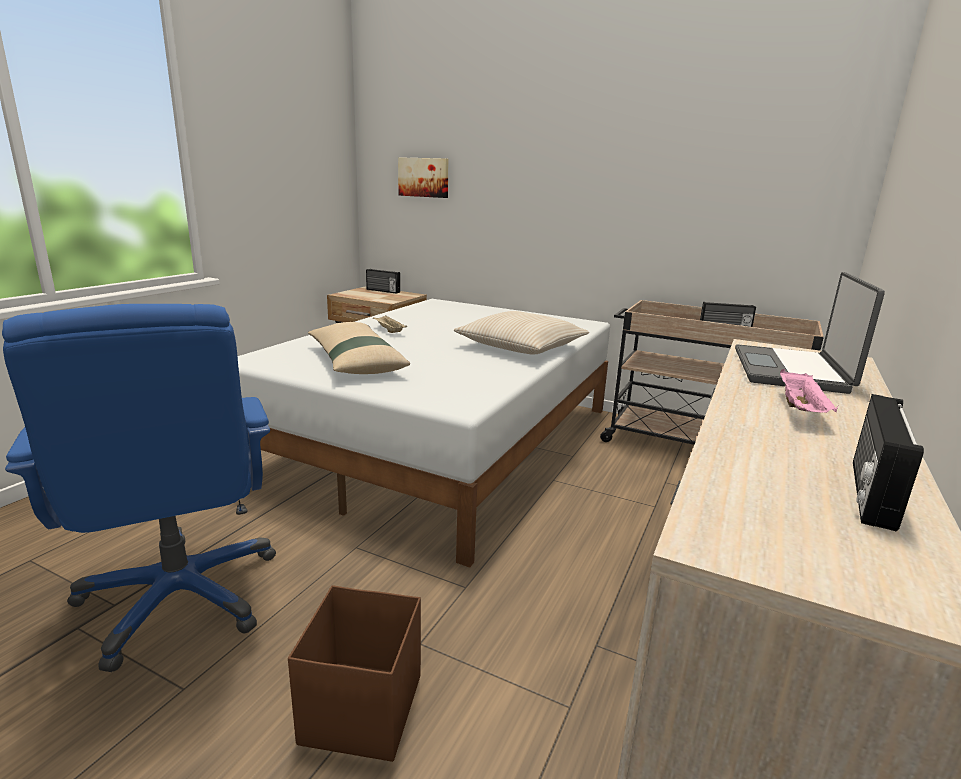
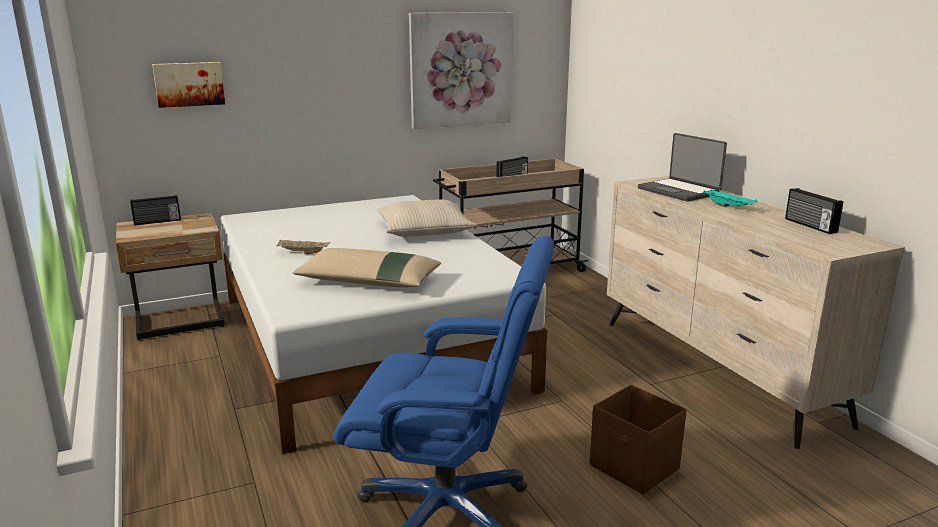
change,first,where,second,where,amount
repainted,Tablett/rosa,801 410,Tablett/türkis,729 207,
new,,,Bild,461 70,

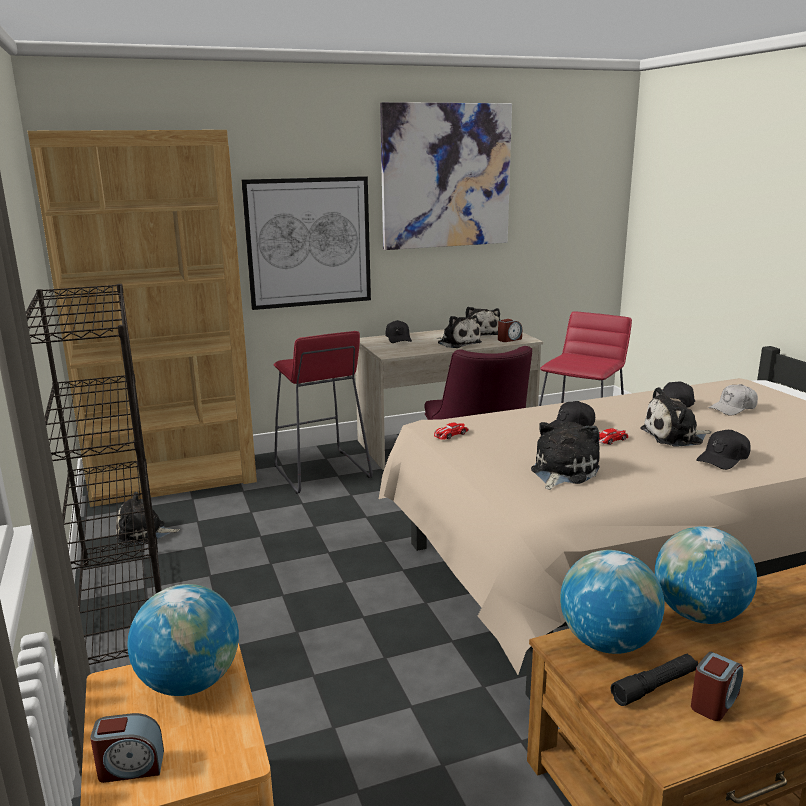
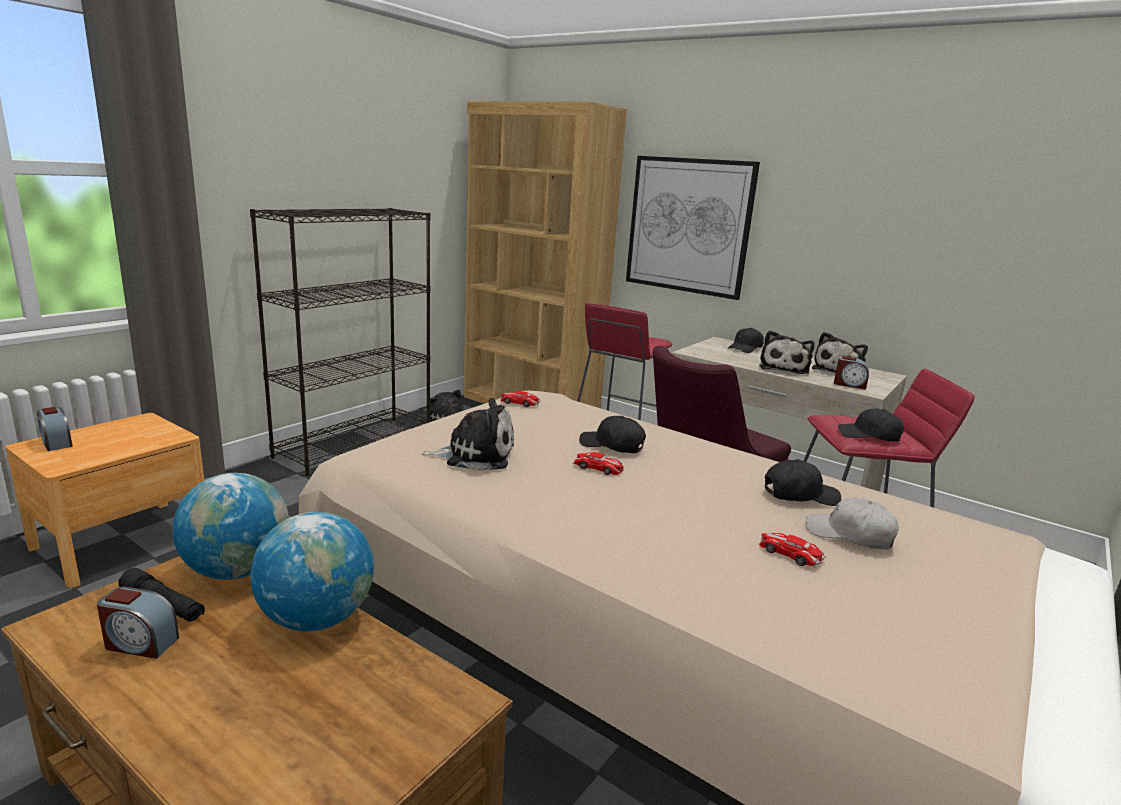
change,first,where,second,where,amount
gone,Globus,190 682,,,
gone,Bild,446 176,,,
gone,Plüschtier,675 436,,,
shifted,Kappe/schwarz,723 459,,869 435,
new,,,Spielzeugauto,790 554,

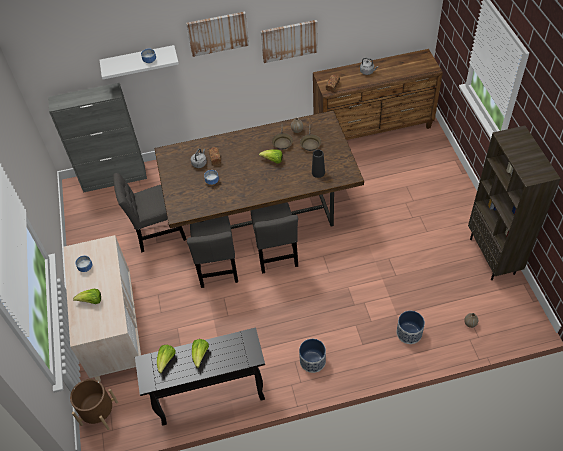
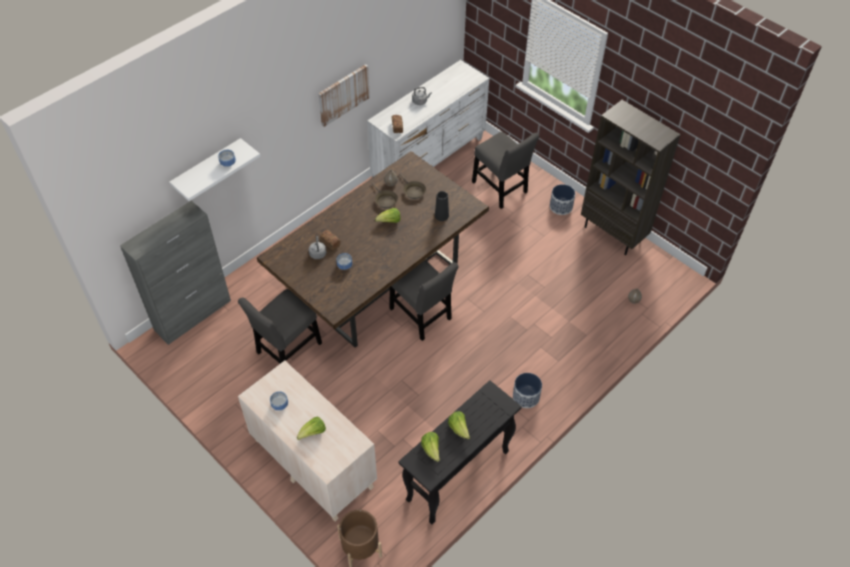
change,first,where,second,where,amount
gone,Bild,218 33,,,
shifted,Stuhl/grau,217 268,,501 189,
repainted,Kommode/braun,373 129,Kommode/weiß,429 159,
shifted,Pflanzkübel,409 333,,561 206,

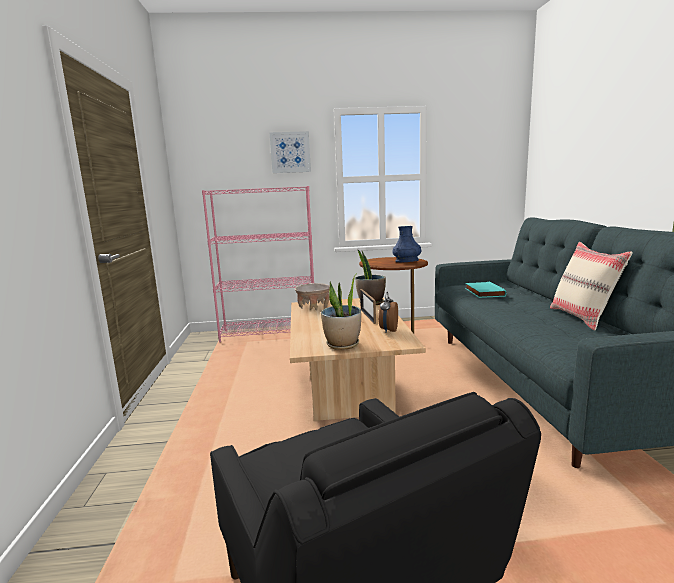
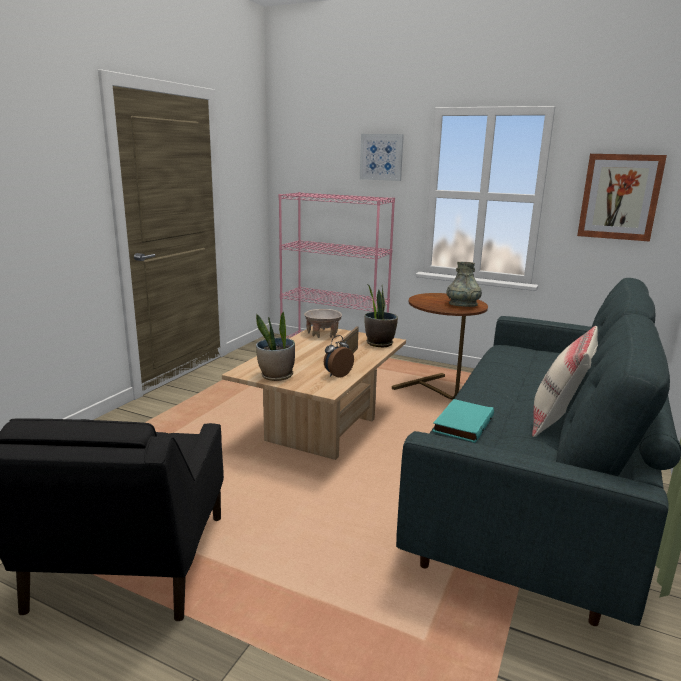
change,first,where,second,where,amount
repainted,Vase/blau,407 261,Vase/grau,463 305,
shifted,Buch/türkis,483 292,,462 423,
new,,,Bild,619 197,

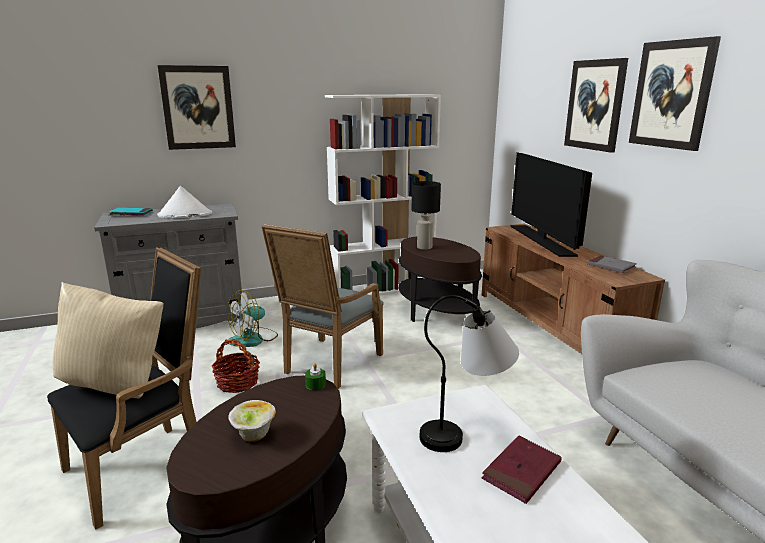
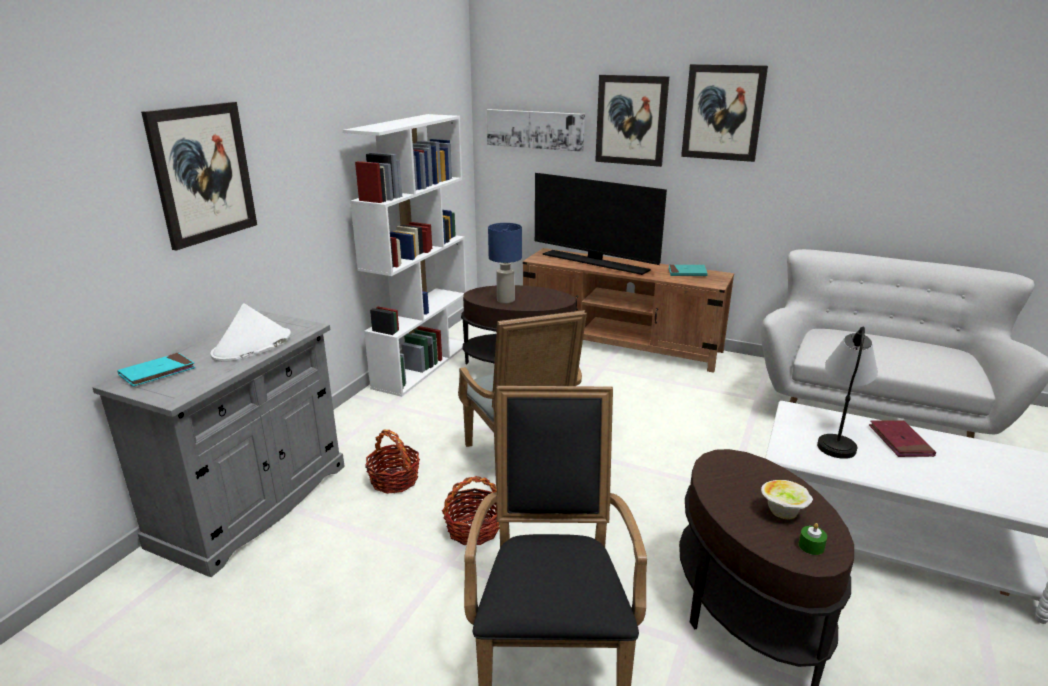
change,first,where,second,where,amount
gone,Kissen/beige,116 385,,,
swapped,Ventilator,253 339,Korb,394 480,
shifted,Kerze/grün,315 384,,811 546,
repainted,Tischlampe/schwarz,425 247,Tischlampe/blau,506 300,
repainted,Buch/grau,611 266,Buch/türkis,687 272,
new,,,Bild,535 129,

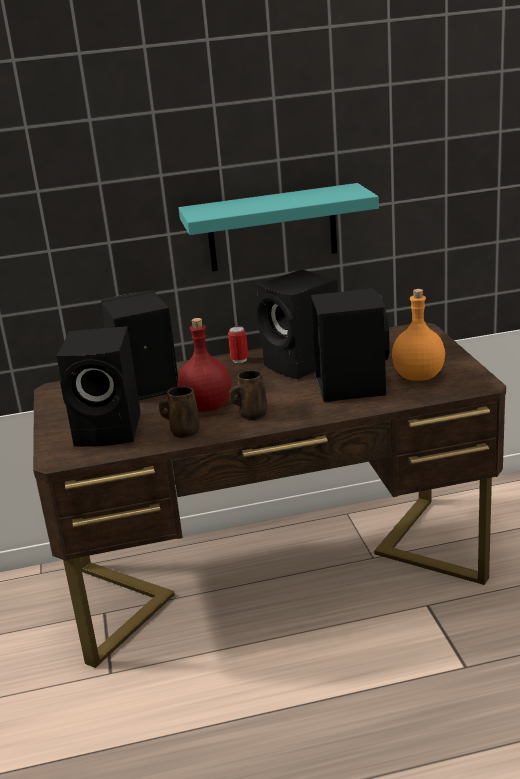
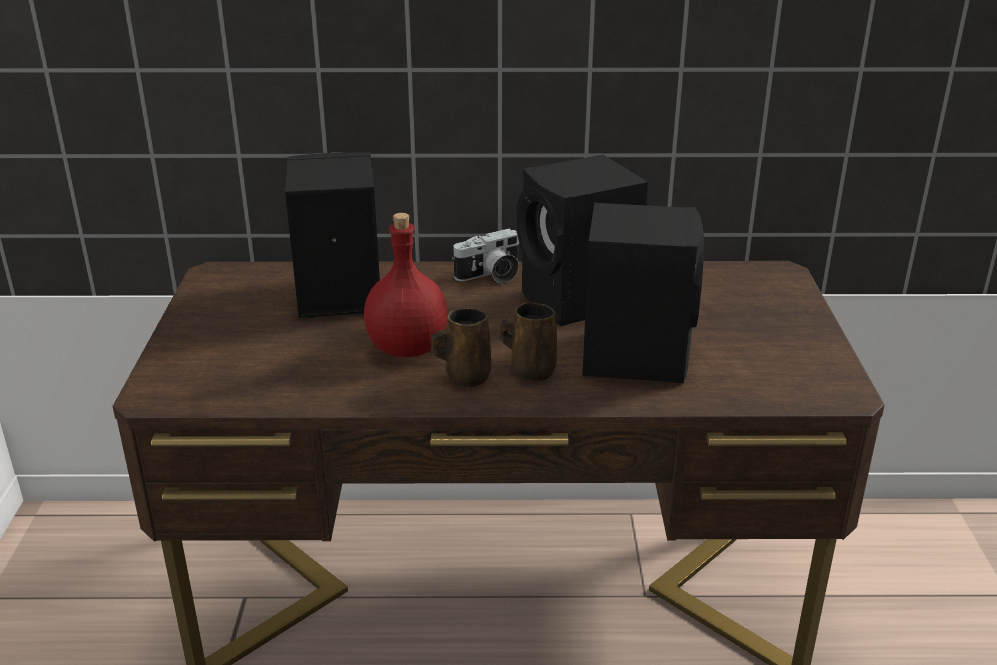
change,first,where,second,where,amount
gone,Lautsprecher/schwarz,111 430,,,
shifted,Henkelbecher/braun,183 432,,530 370,
gone,Wandregal/türkis,272 228,,,
swapped,Dose,239 360,Kamera,491 276,
gone,Flasche/orange,419 377,,,

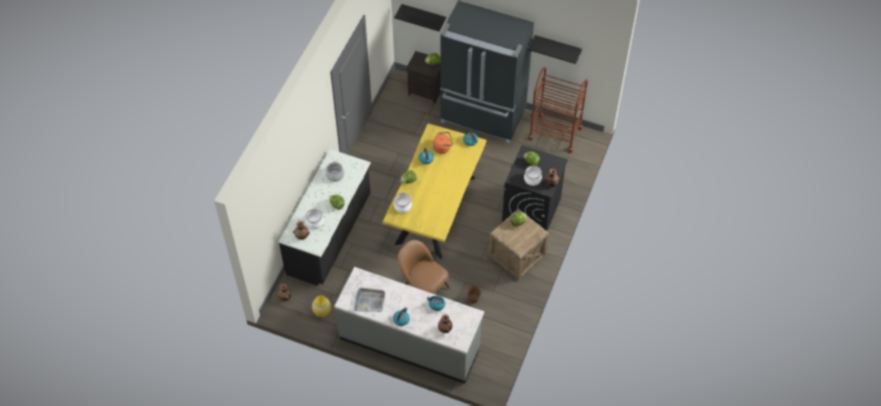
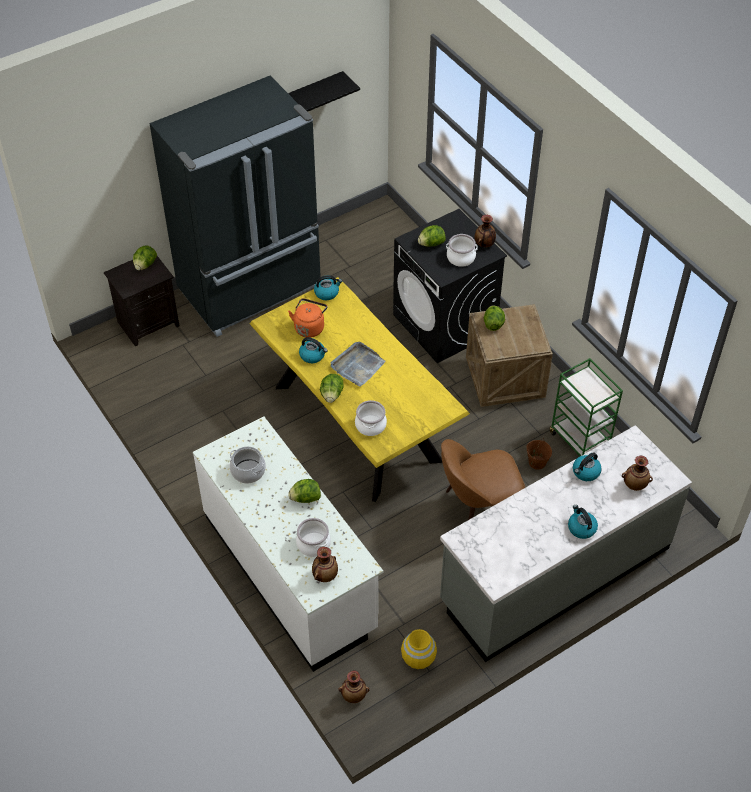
change,first,where,second,where,amount
repainted,Küchenzeile/schwarz,330 235,Küchenzeile/weiß,290 572,
shifted,Tablett/grau,369 301,,357 366,
gone,Wandregal/schwarz,424 16,,,
gone,Rollwagen/braun,555 133,,,
new,,,Rollwagen/grün,580 441,

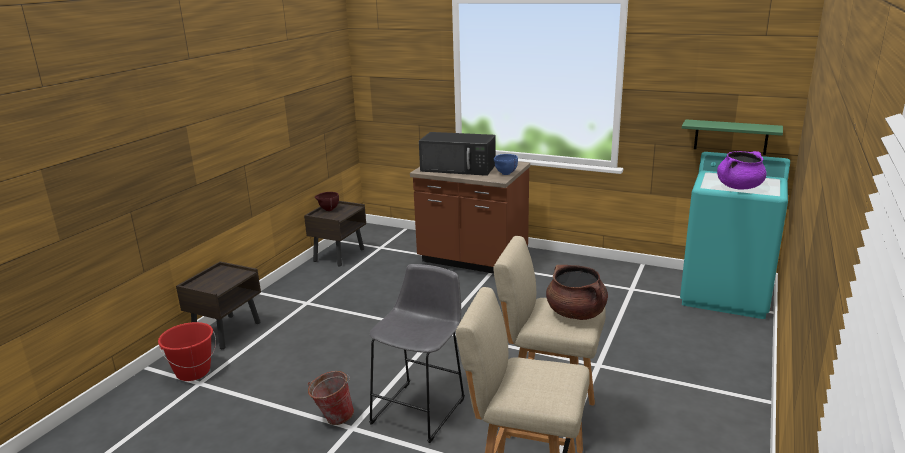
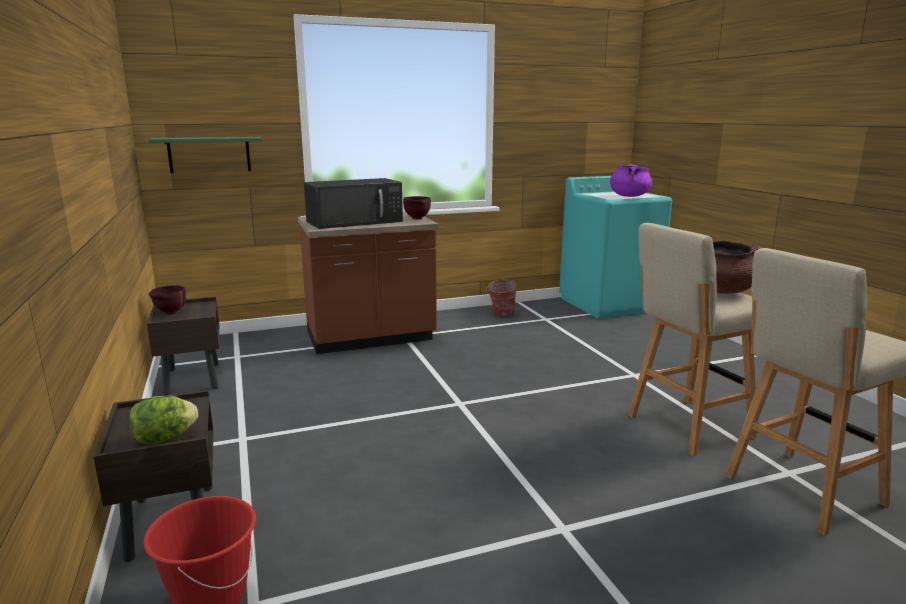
change,first,where,second,where,amount
shifted,Eimer,333 418,,501 314,
gone,Hocker/grau,421 408,,,
repainted,Schüssel/blau,505 174,Schüssel/braun,417 219,
shifted,Wandregal/grün,730 137,,209 154,
new,,,Salatkopf,165 438,

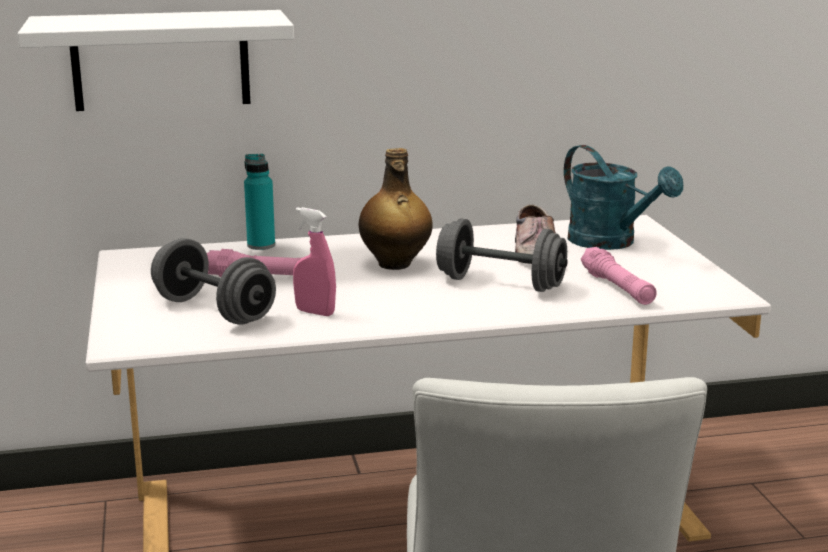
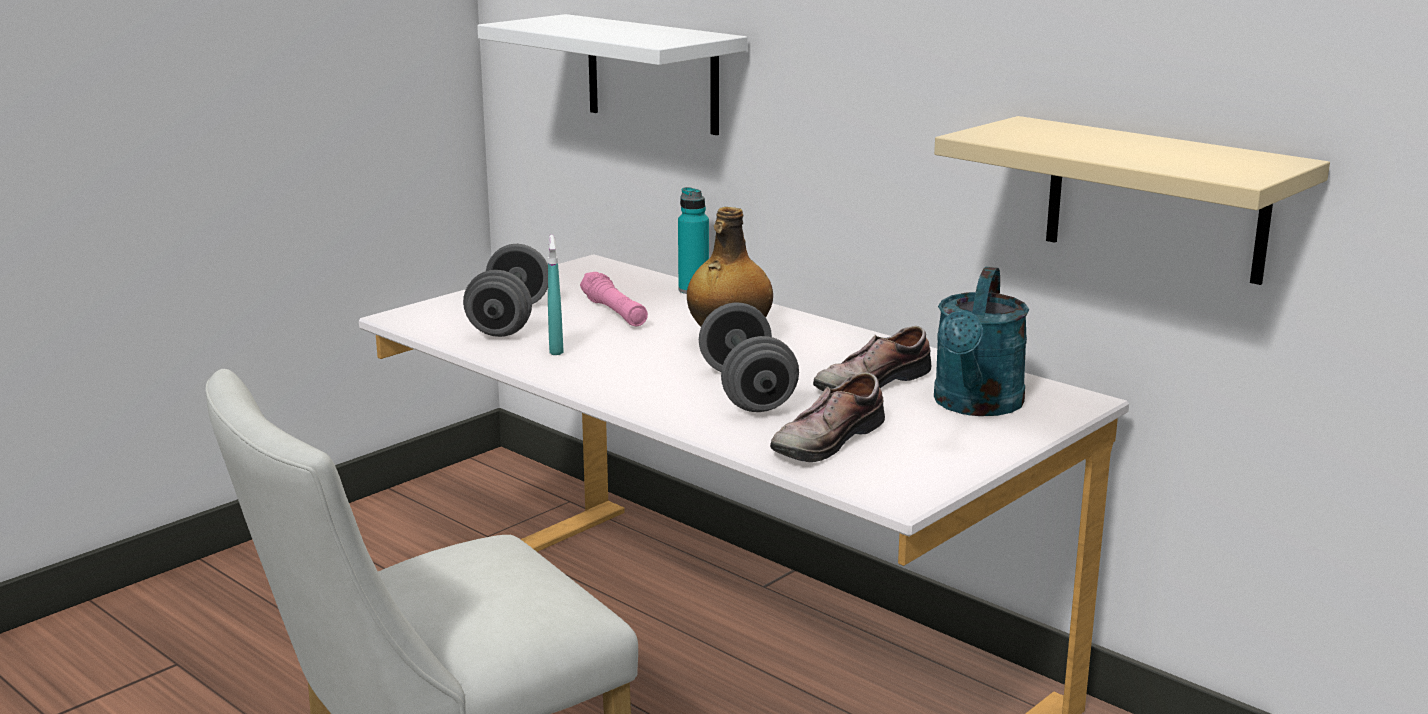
change,first,where,second,where,amount
repainted,Sprühflasche/rosa,315 312,Sprühflasche/türkis,556 349,
swapped,Taschenlampe/rosa,617 288,Schuh,824 440,
new,,,Wandregal/beige,1156 199,

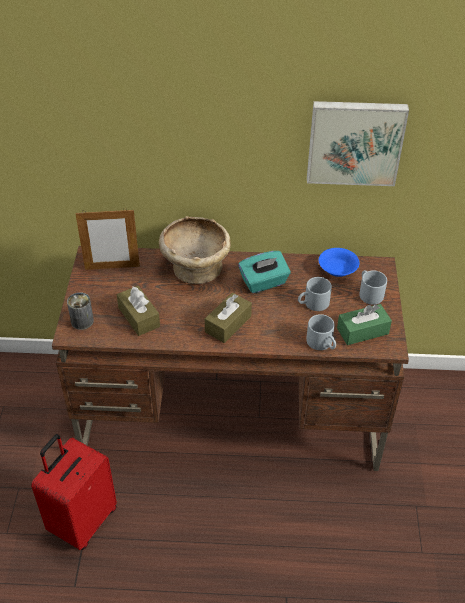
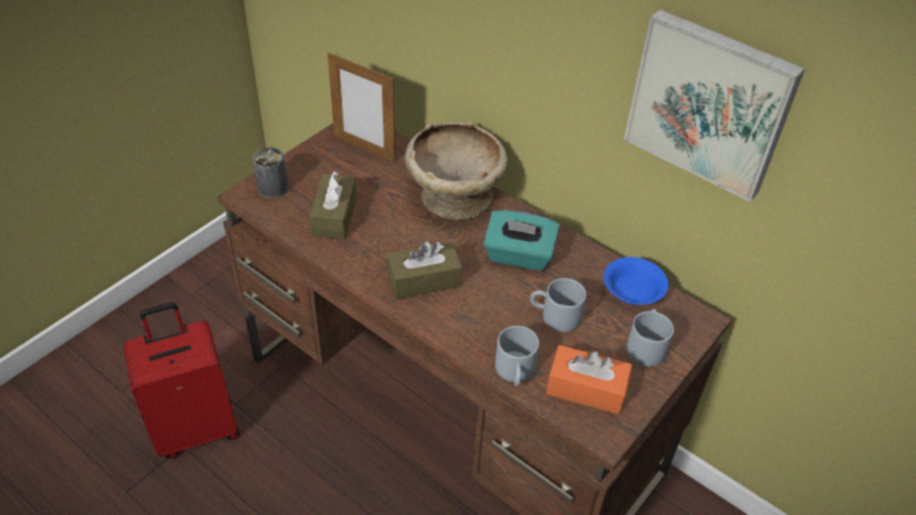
change,first,where,second,where,amount
repainted,Taschentuchbox/grün,362 331,Taschentuchbox/orange,586 389,

